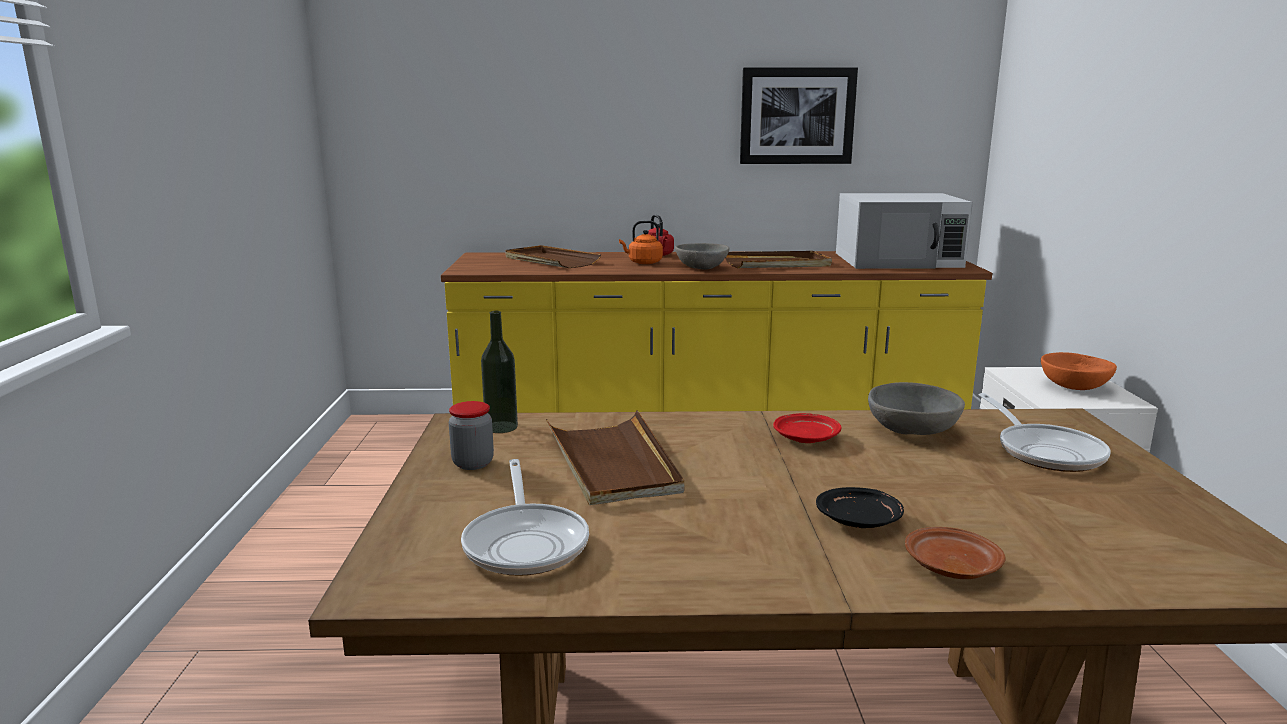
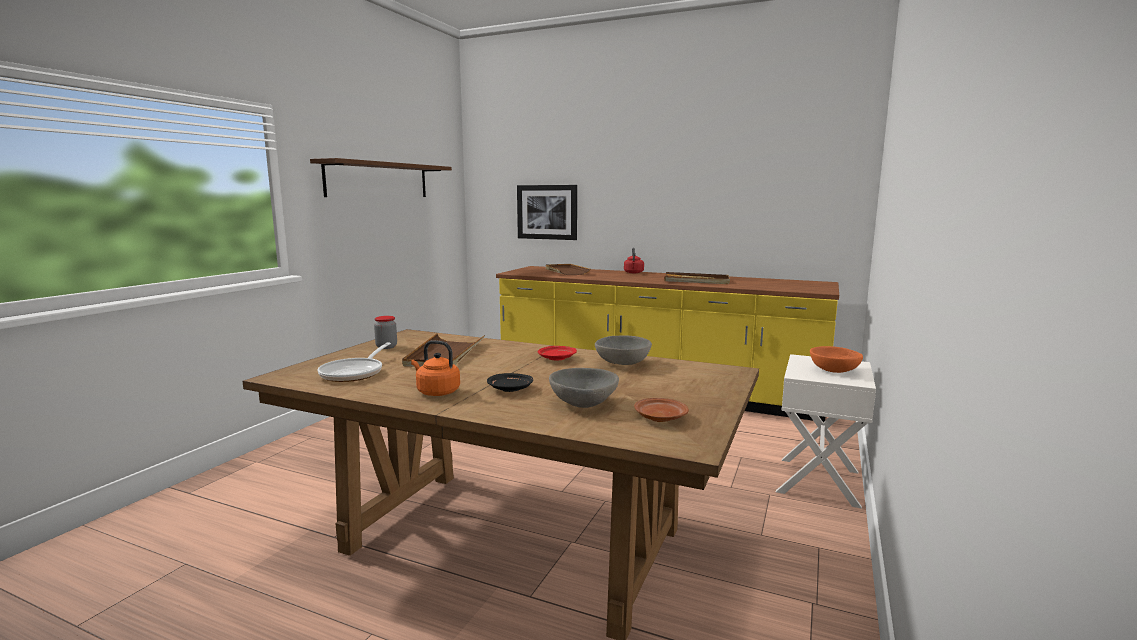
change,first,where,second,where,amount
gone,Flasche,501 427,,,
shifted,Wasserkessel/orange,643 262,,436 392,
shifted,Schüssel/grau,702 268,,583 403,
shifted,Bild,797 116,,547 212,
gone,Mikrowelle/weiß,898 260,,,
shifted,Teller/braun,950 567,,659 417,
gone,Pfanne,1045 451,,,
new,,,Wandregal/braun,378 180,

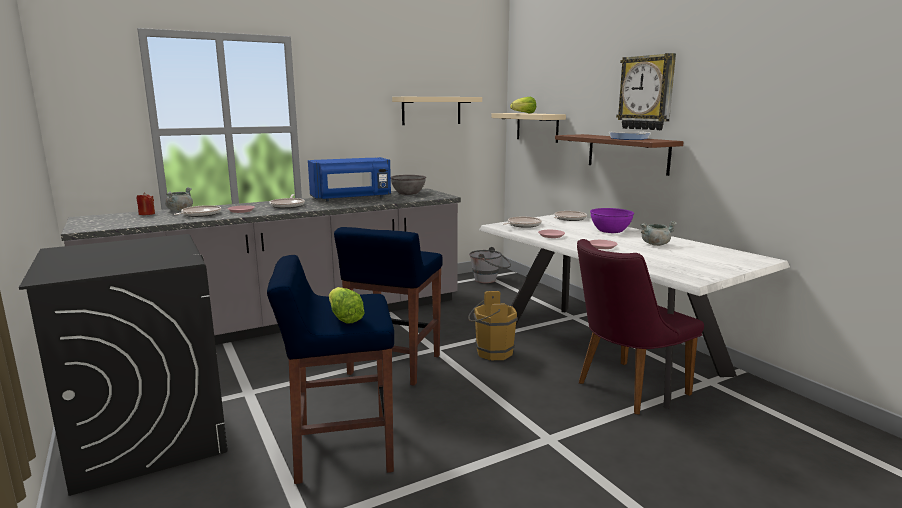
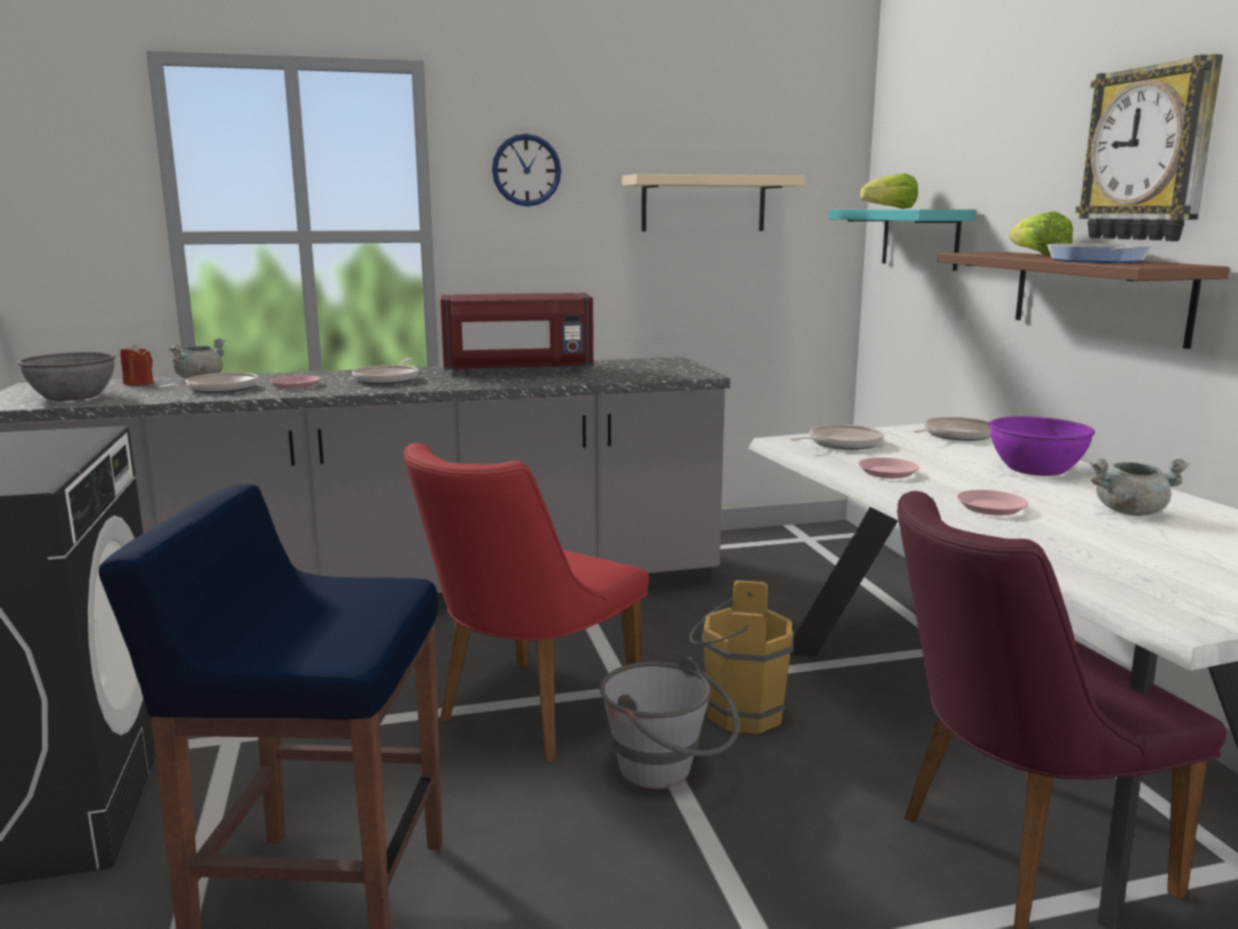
change,first,where,second,where,amount
repainted,Mikrowelle/blau,352 198,Mikrowelle/rot,518 371,
shifted,Salatkopf,344 318,,1037 255,
swapped,Hocker/blau,393 366,Stuhl/rot,525 716,
shifted,Schüssel/grau,408 193,,73 396,
shifted,Eimer/grau,490 280,,668 773,
repainted,Wandregal/beige,537 127,Wandregal/türkis,920 238,
new,,,Wanduhr,526 170,

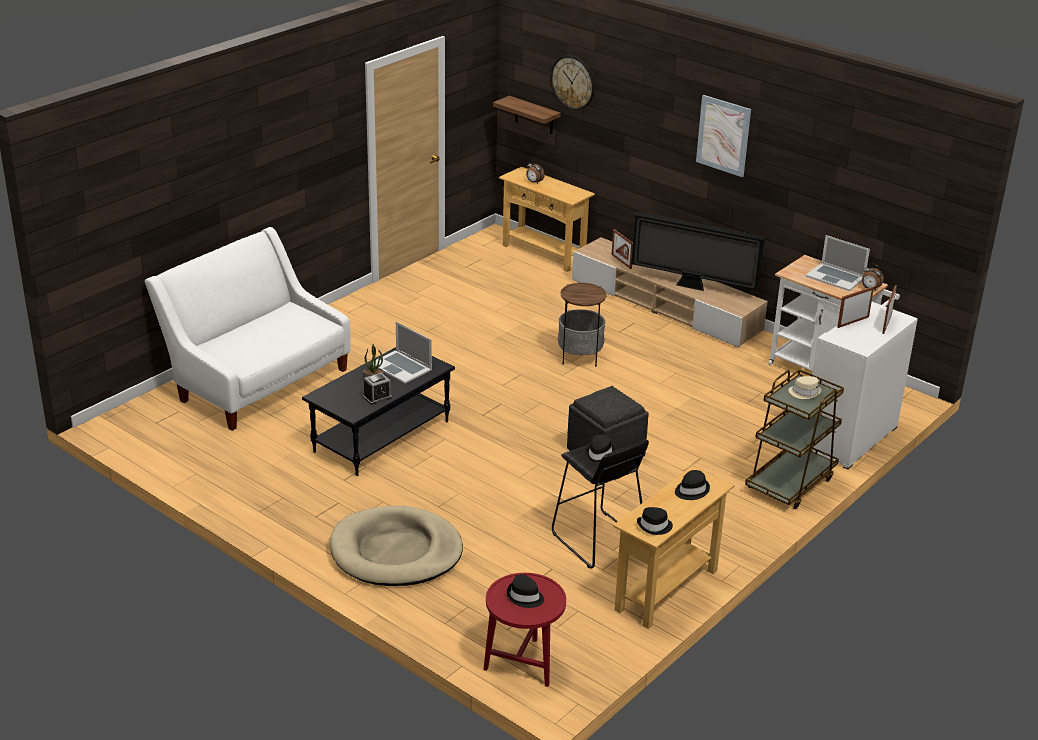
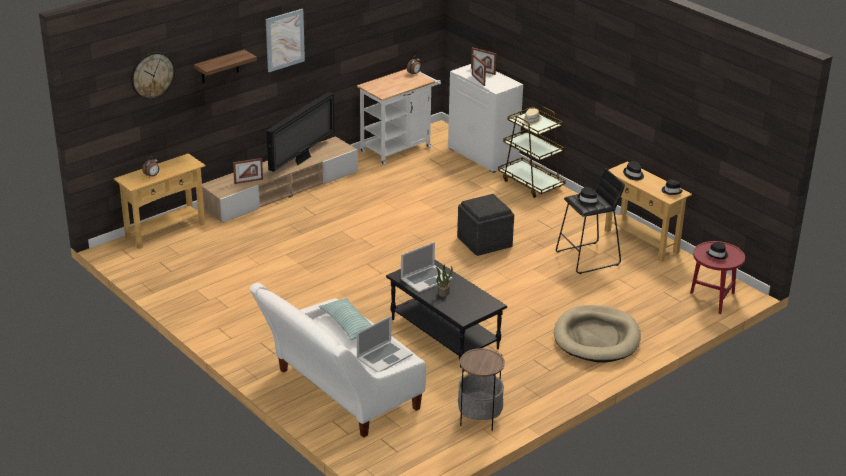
change,first,where,second,where,amount
gone,Wecker,377 397,,,
shifted,Wandregal,534 115,,219 67,
shifted,Beistelltisch,580 357,,479 418,
shifted,Laptop,835 277,,384 356,
new,,,Kissen,348 325,

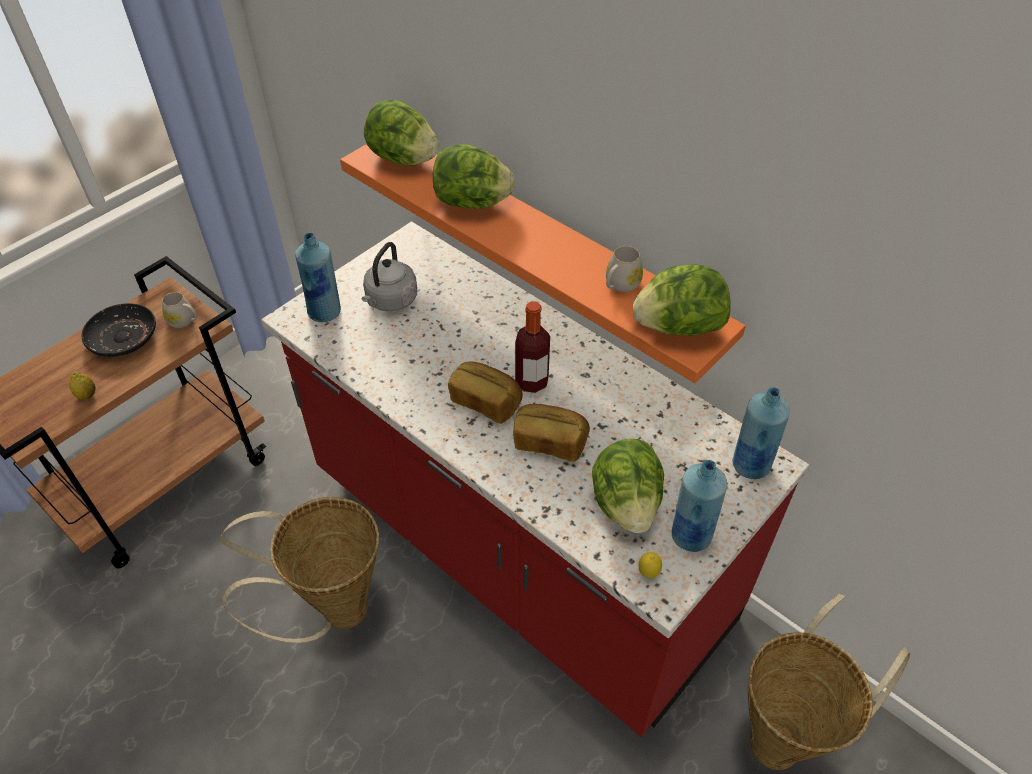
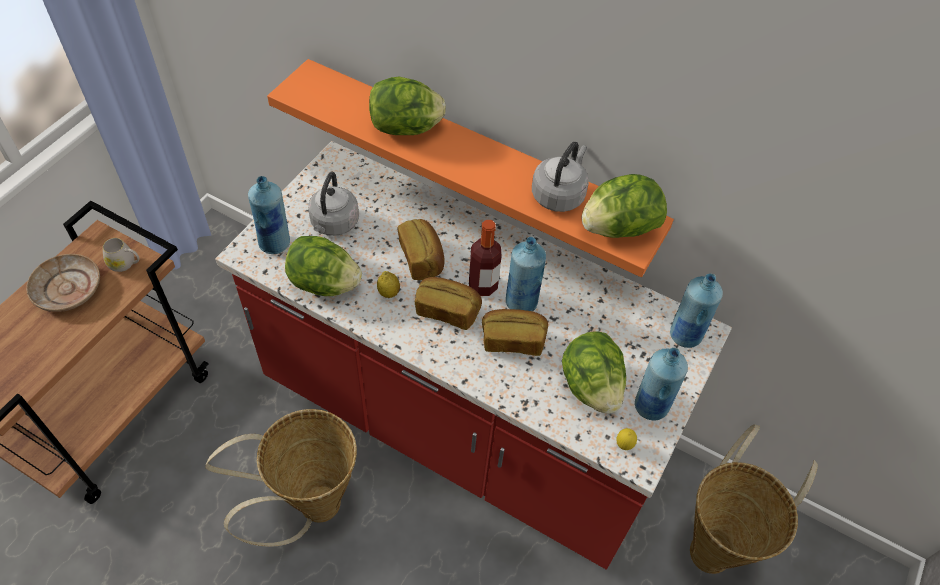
change,first,where,second,where,amount
shifted,Zitrone,87 395,,388 293,
repainted,Teller/schwarz,123 338,Teller/beige,68 289,
shifted,Salatkopf,403 159,,324 284,
swapped,Henkelbecher/weiß,620 285,Wasserkessel/grau,559 194,
new,,,Brot,422 258,
new,,,Flasche/blau,521 302,

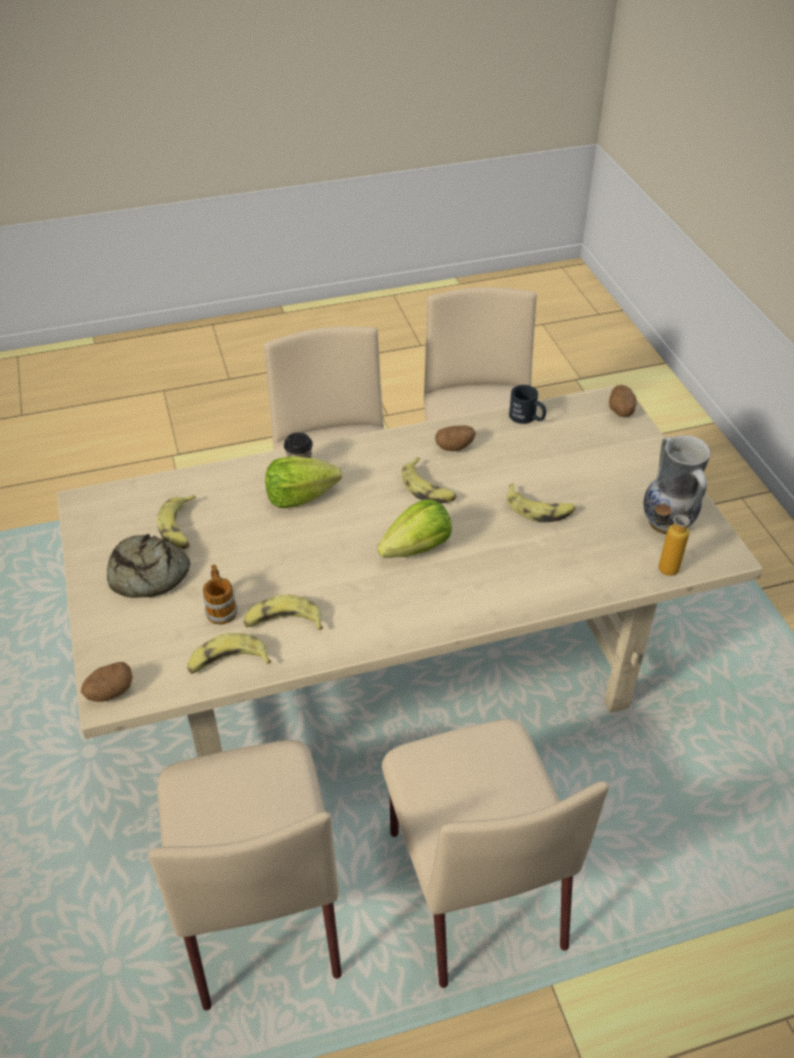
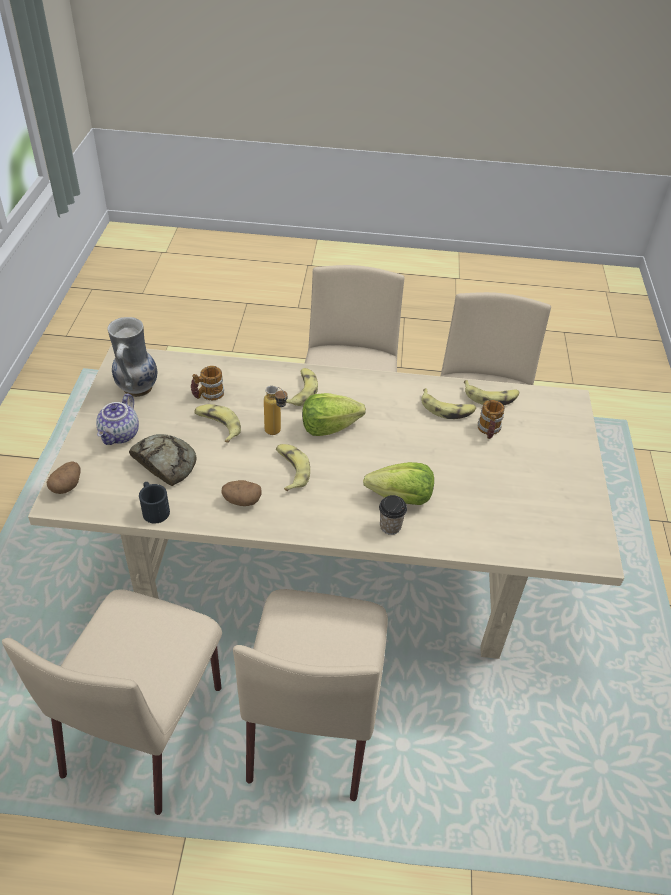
change,first,where,second,where,amount
gone,Kartoffel,110 692,,,
shifted,Brot,147 575,,165 462,
shifted,Banane,180 528,,301 391,
shifted,Flasche,660 566,,276 434,
new,,,Teekanne,120 435,
new,,,Henkelbecher,208 395,

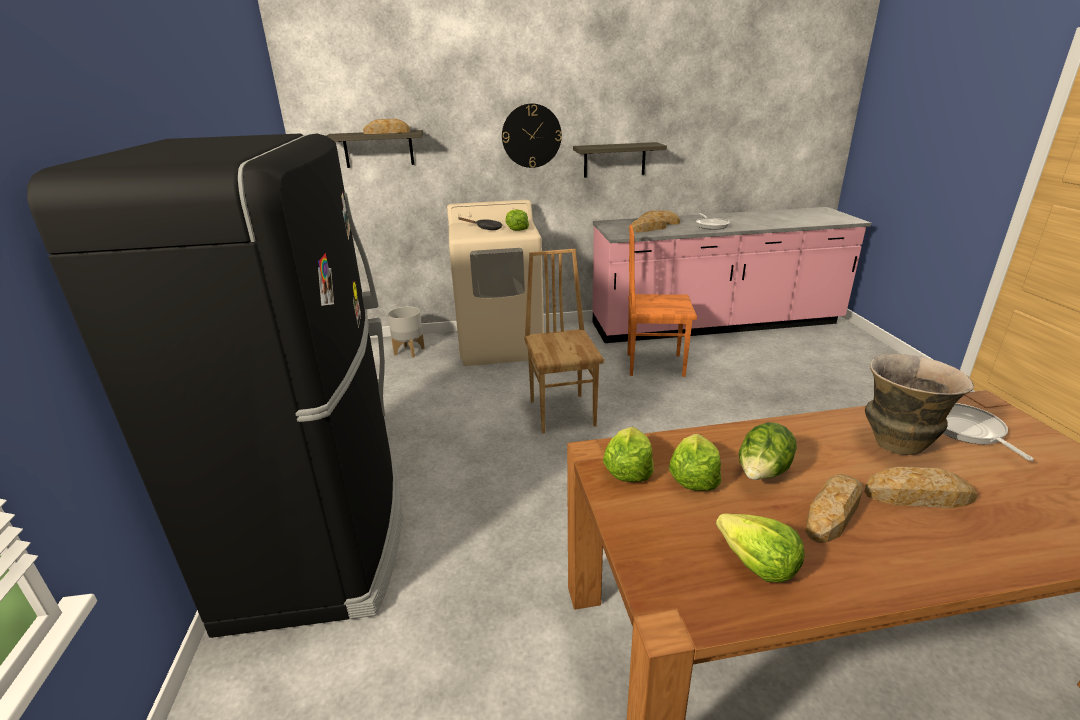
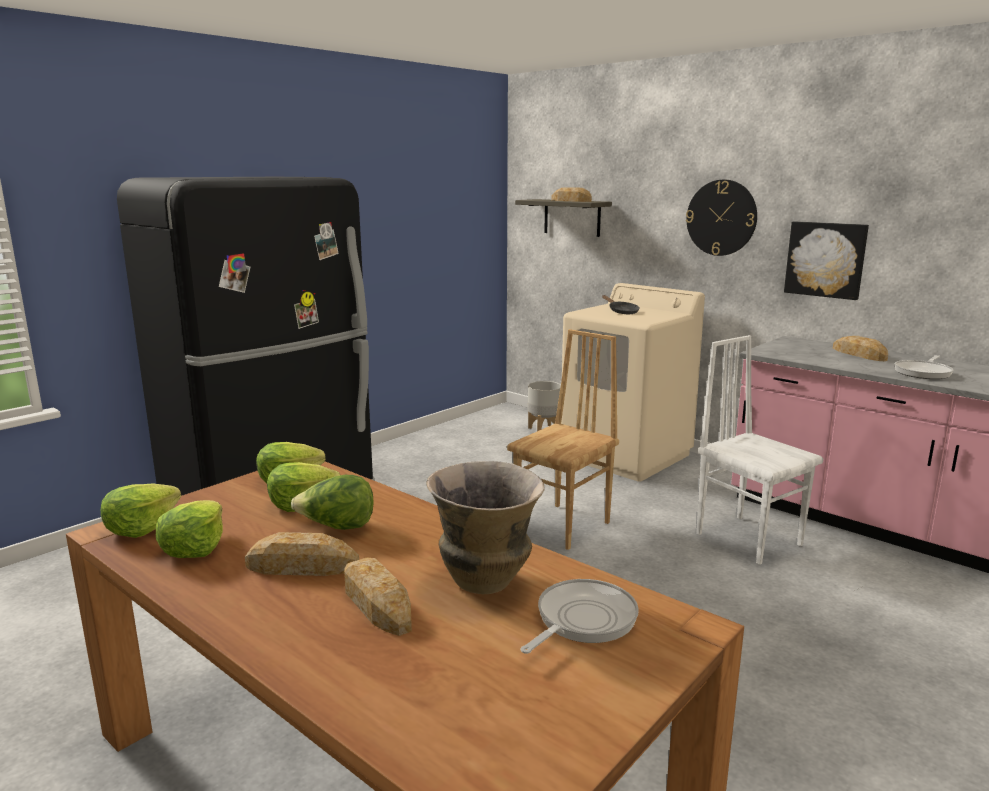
change,first,where,second,where,amount
shifted,Salatkopf,516 229,,141 527,
swapped,Wandregal,614 160,Bild,826 259,
repainted,Stuhl/orange,654 364,Stuhl/weiß,748 538,
gone,Brot,647 229,,,

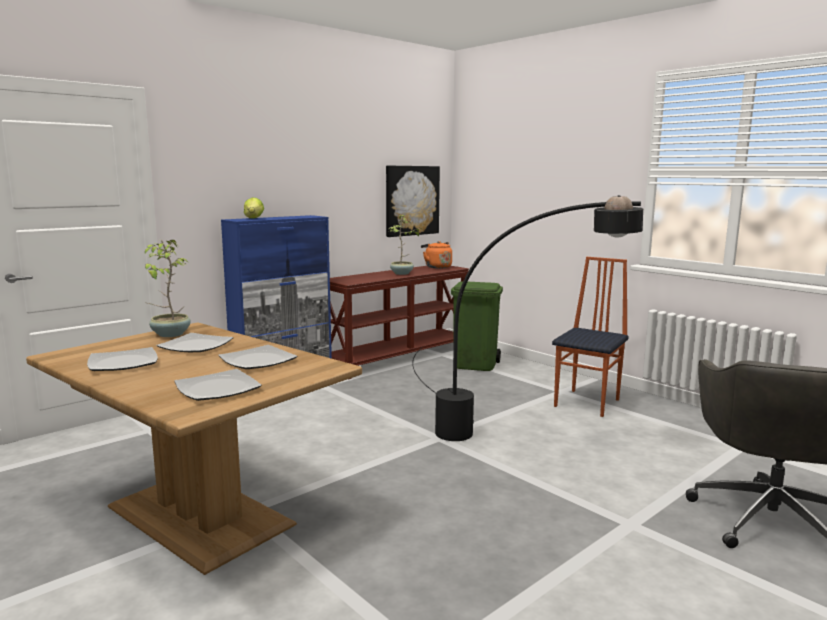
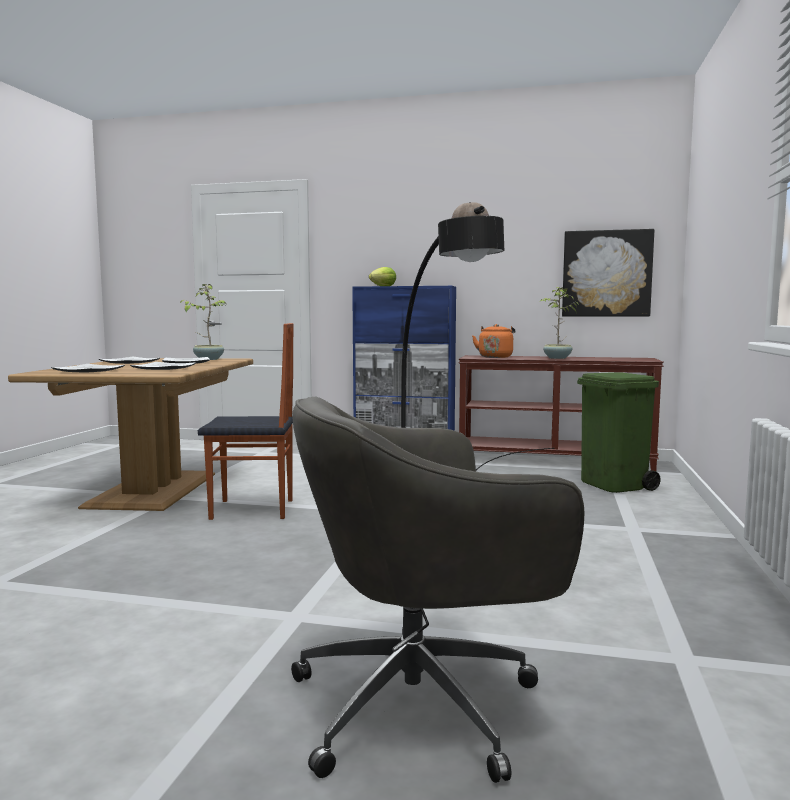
change,first,where,second,where,amount
shifted,Wasserkessel/orange,437 267,,495 357,
shifted,Stuhl,588 403,,253 510,

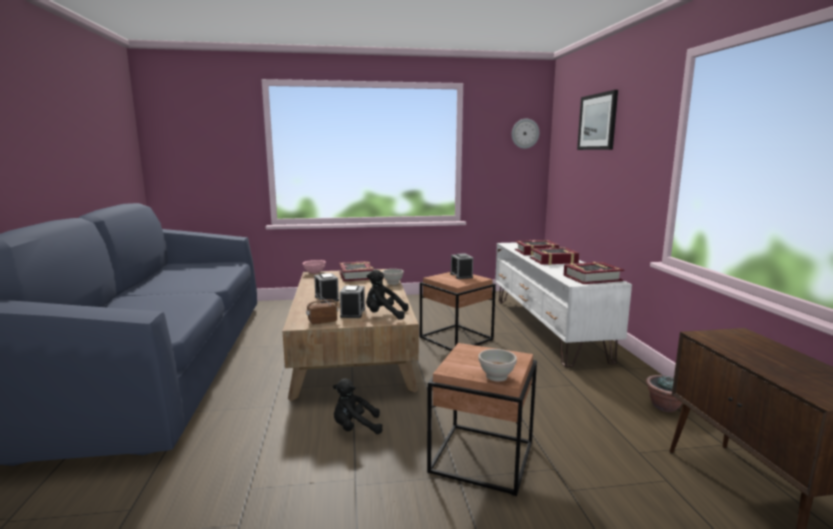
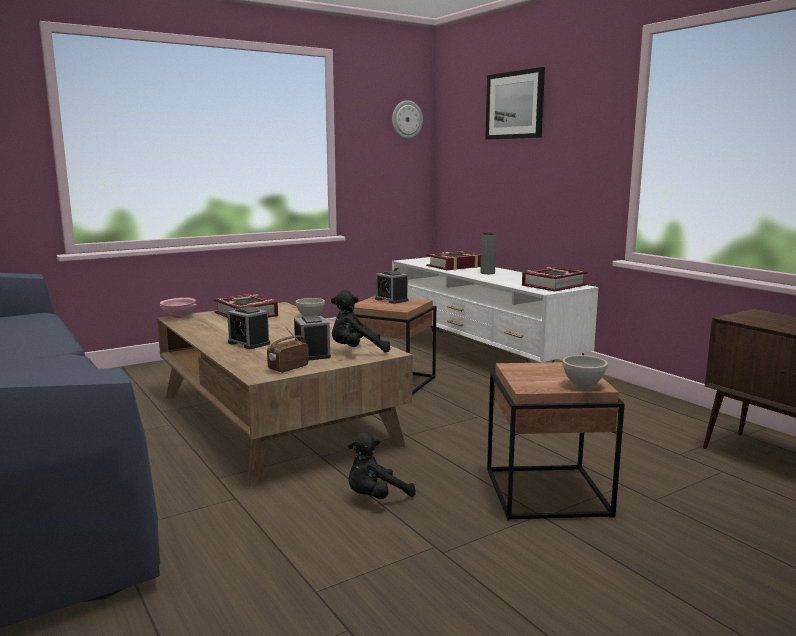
change,first,where,second,where,amount
swapped,Buch,553 261,Vase/grau,487 273,
gone,Topfpflanze,665 406,,,

